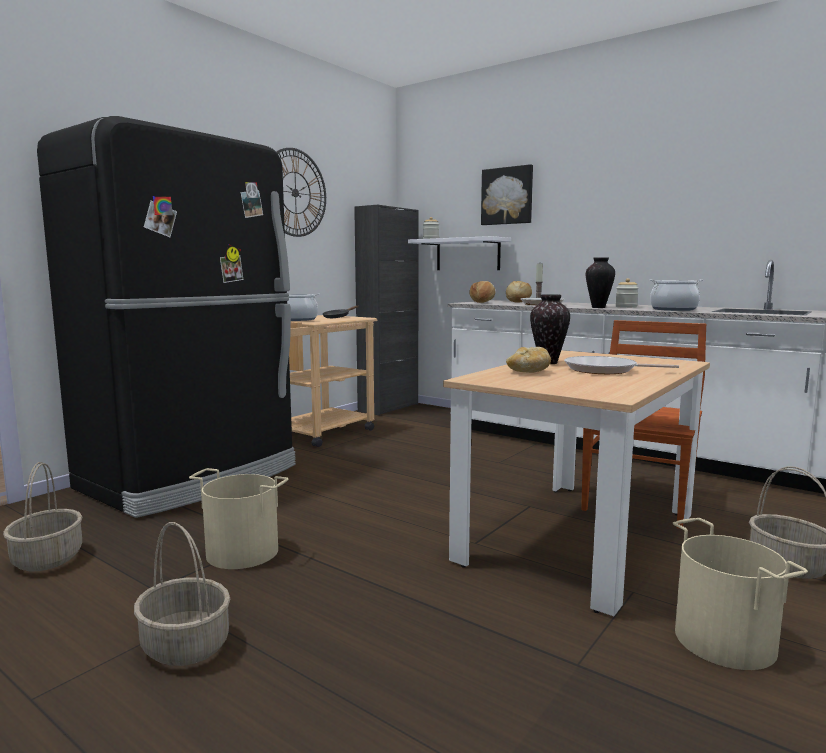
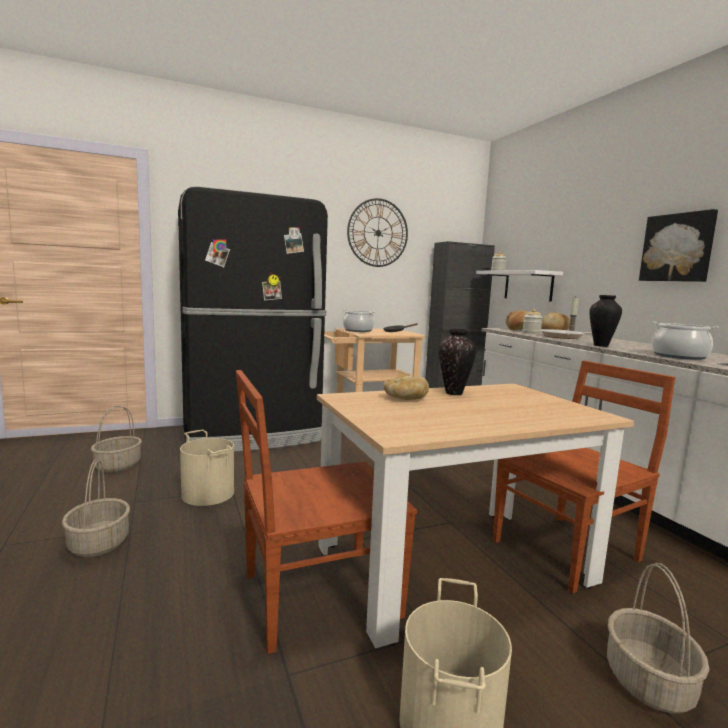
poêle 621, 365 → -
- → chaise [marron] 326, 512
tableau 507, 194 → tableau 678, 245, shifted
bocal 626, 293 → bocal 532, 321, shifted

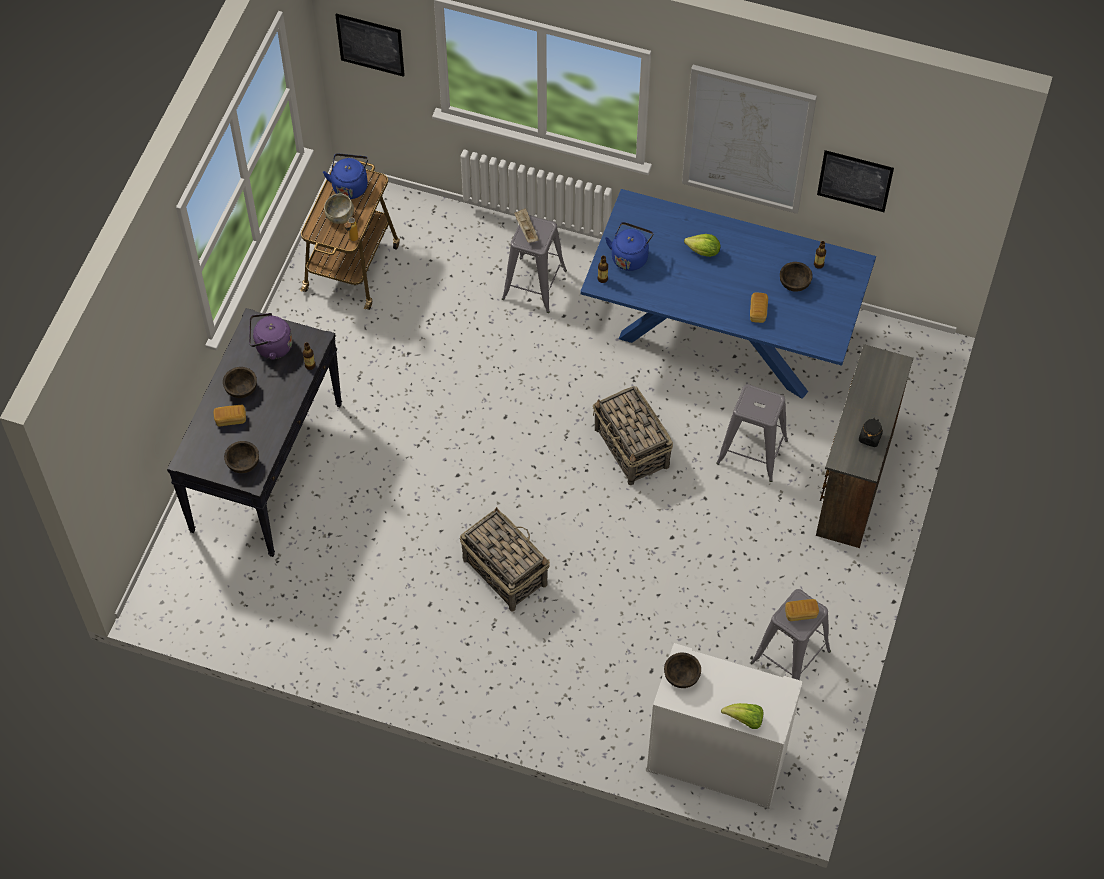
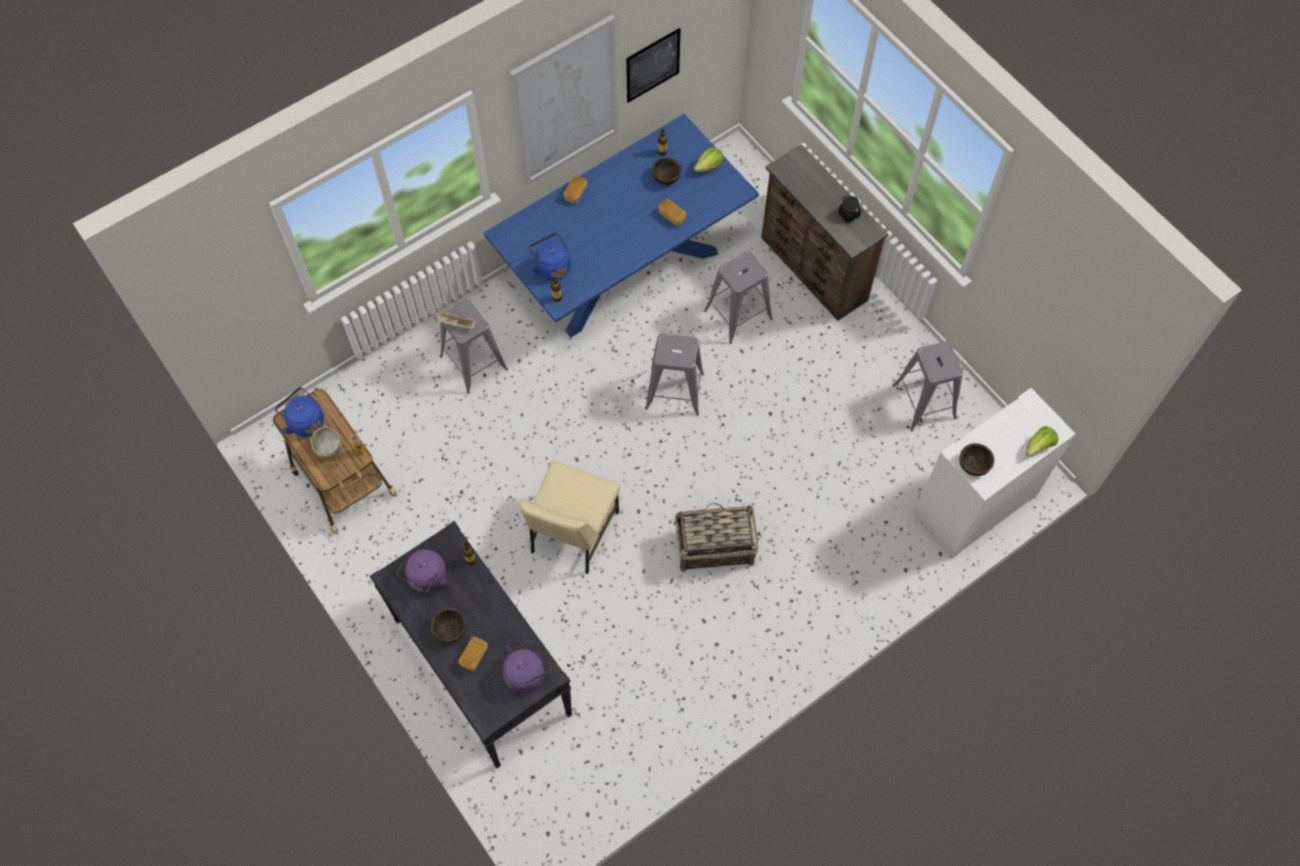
tableau 370, 45 → -
- → chaise [beige] 570, 517
laitue 702, 245 → laitue 708, 159, shifted
pain 802, 610 → pain 575, 189, shifted
bol [marron] 241, 457 → bouilloire [violet] 527, 666
panier 633, 435 → tabouret [gris] 674, 374

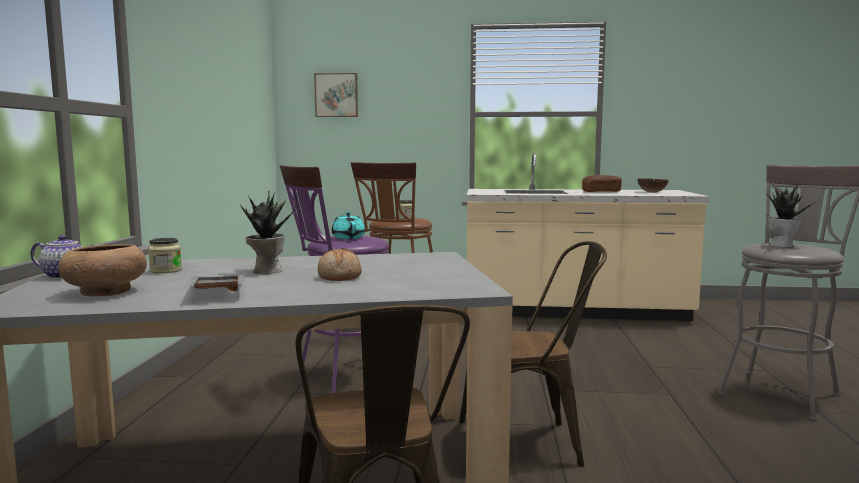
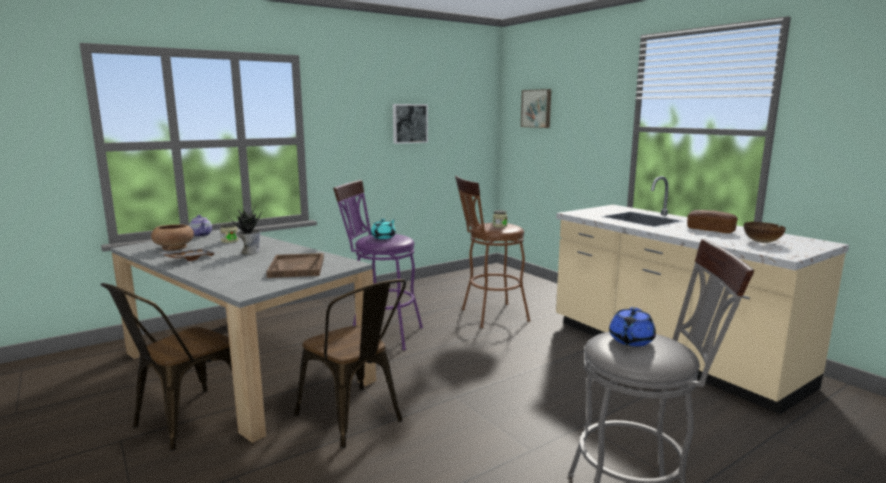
pain 340, 264 → -
- → plateau [marron] 295, 265
- → tableau 410, 124
plante en pot 791, 215 → théière [bleu] 632, 326

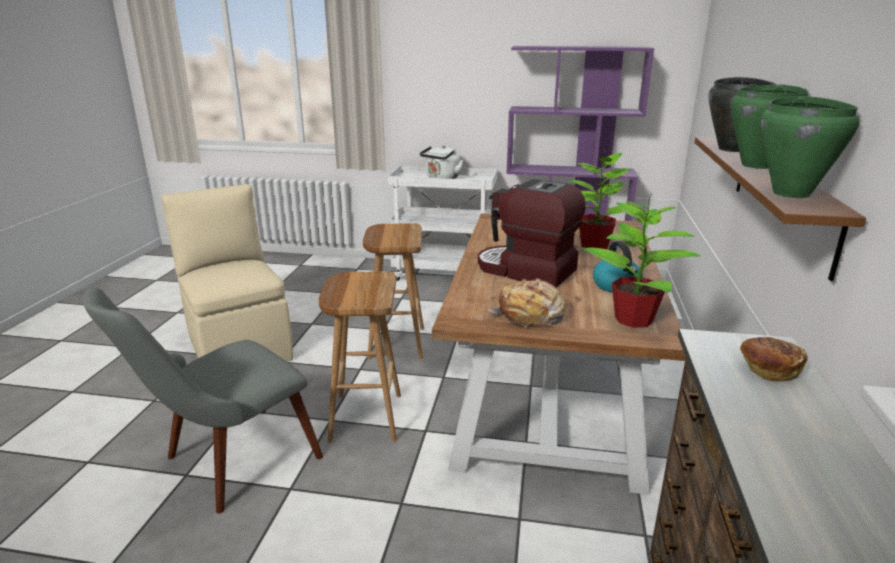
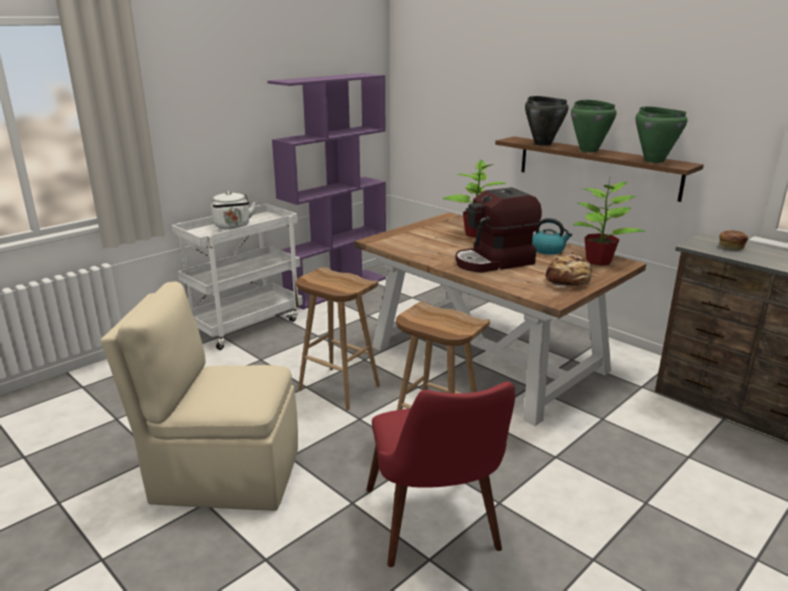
chaise [gris] 202, 400 → chaise [rouge] 441, 474

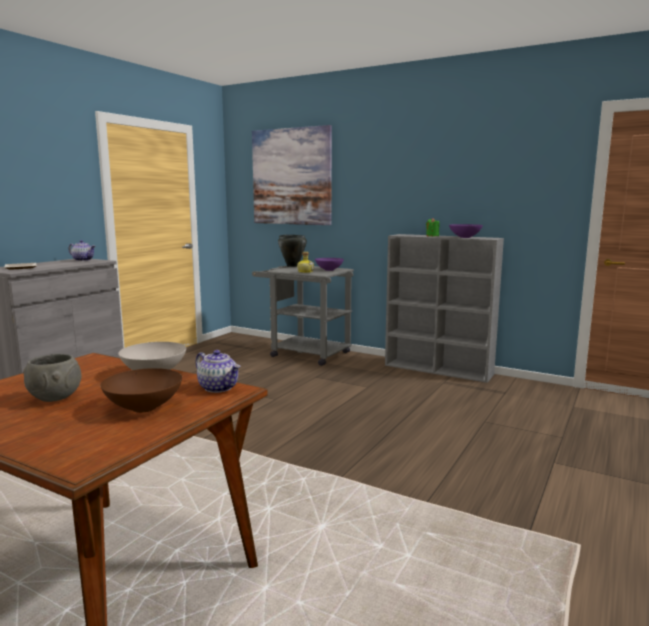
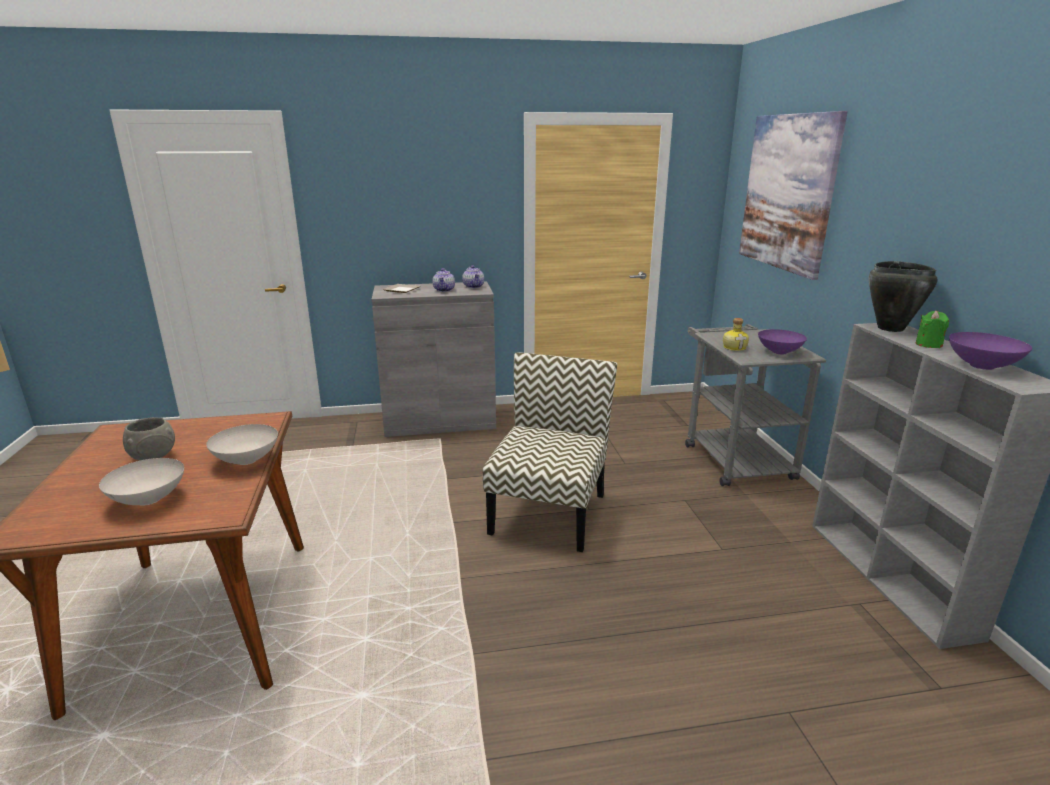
- → chaise 550, 452
théière 218, 371 → théière 444, 280, shifted
marmite [noir] 292, 251 → marmite [noir] 903, 296, shifted
bol [marron] 141, 390 → bol [blanc] 141, 482

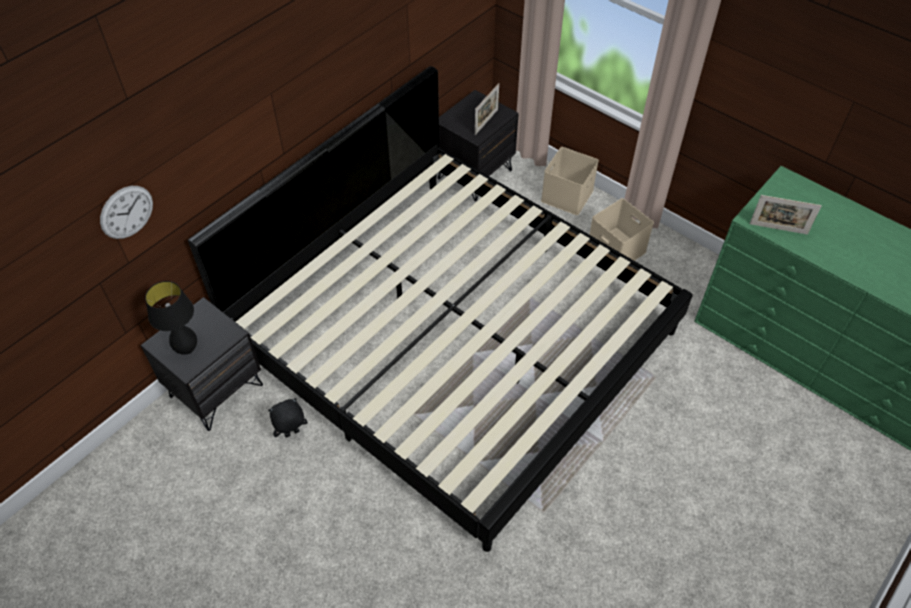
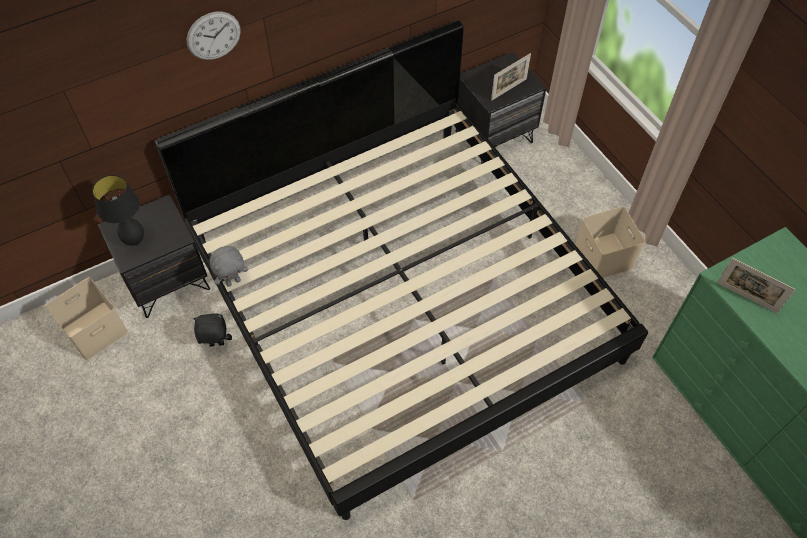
- → peluche [gris] 229, 266
horloge murale 126, 212 → horloge murale 213, 36, shifted
boîte de rangement [beige] 570, 181 → boîte de rangement [beige] 86, 319, shifted

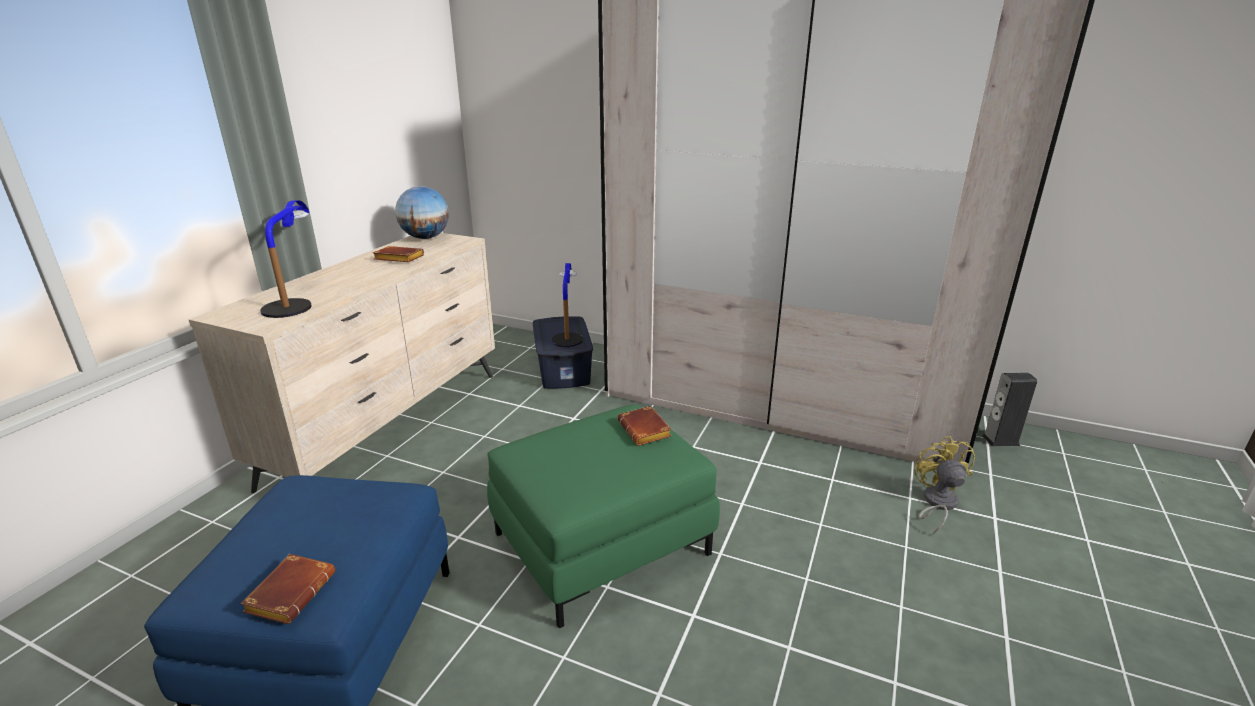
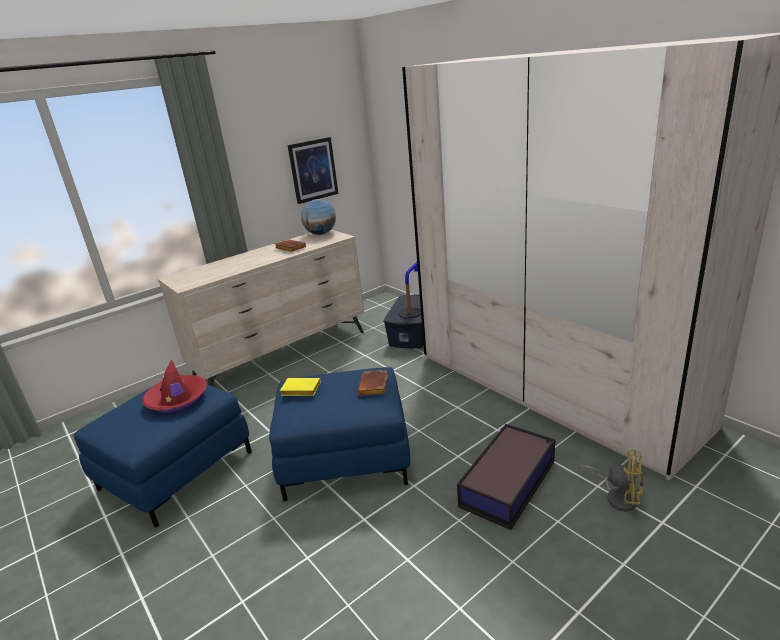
livre [marron] 287, 589 → -
lampe de table 286, 259 → -
enceinte 1009, 410 → -
- → chapeau [rouge] 174, 386
- → livre [jaune] 300, 387
- → tableau 313, 170
- → boîte de rangement 506, 477
pouf [vert] 603, 516 → pouf [bleu] 339, 434
ventilateur [jaune] 944, 485 → ventilateur [jaune] 611, 481, 90 degrees clockwise

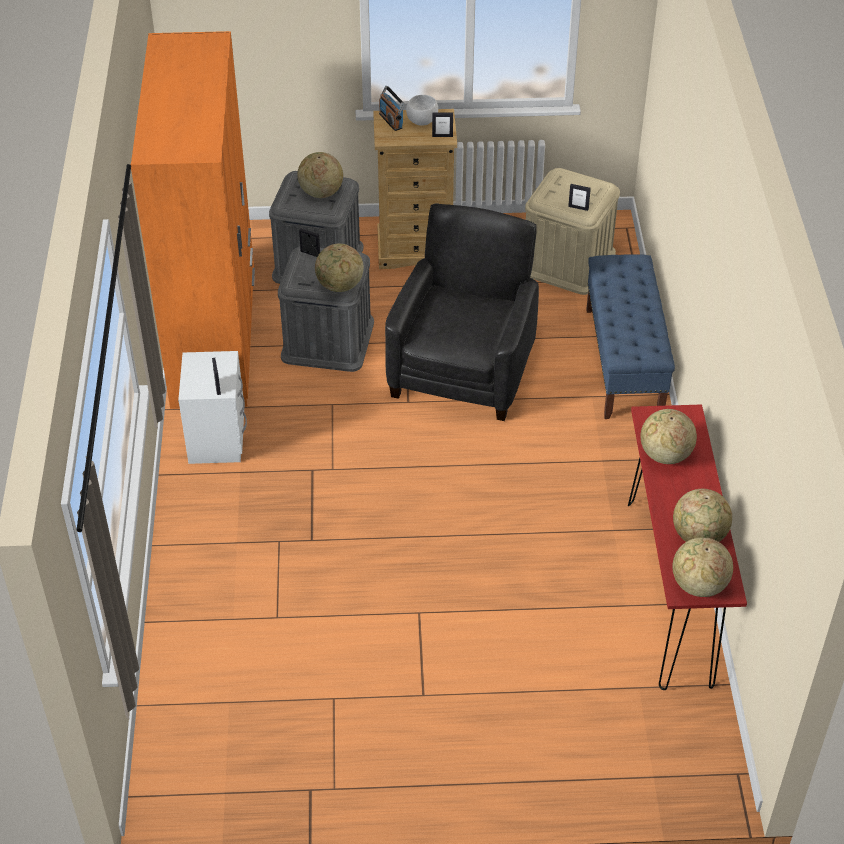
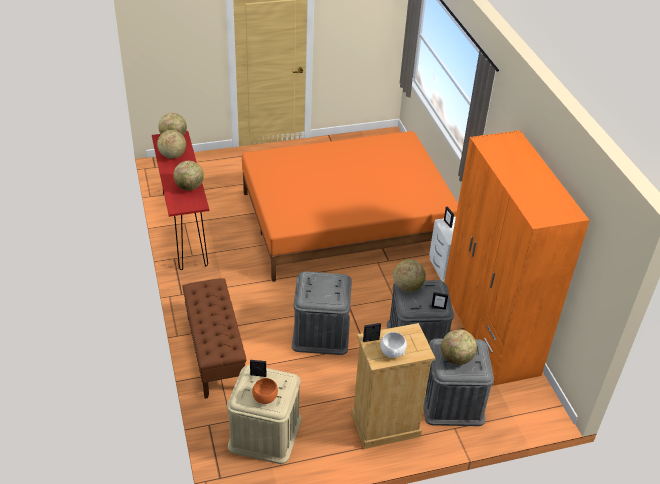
radio 392, 108 → -
- → lit [orange] 350, 206
- → bol [orange] 265, 391
fauteuil [noir] 462, 312 → boîte de rangement [gris] 322, 313
banc [bleu] 630, 336 → banc [marron] 214, 338

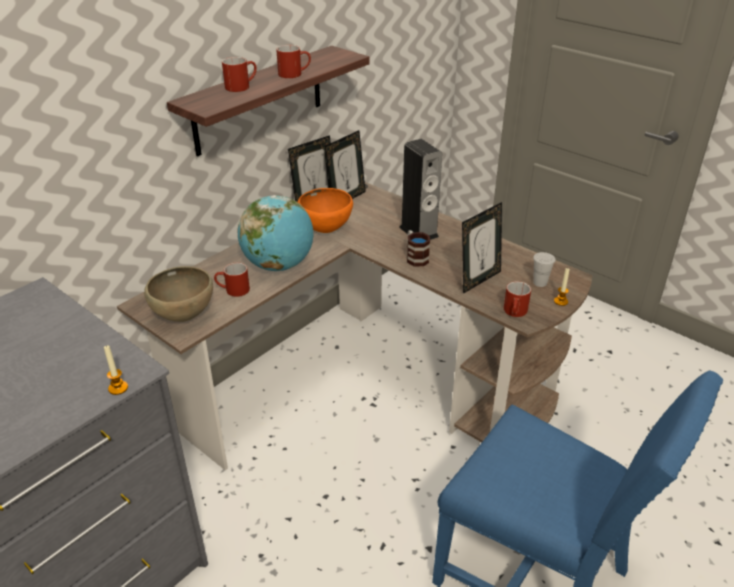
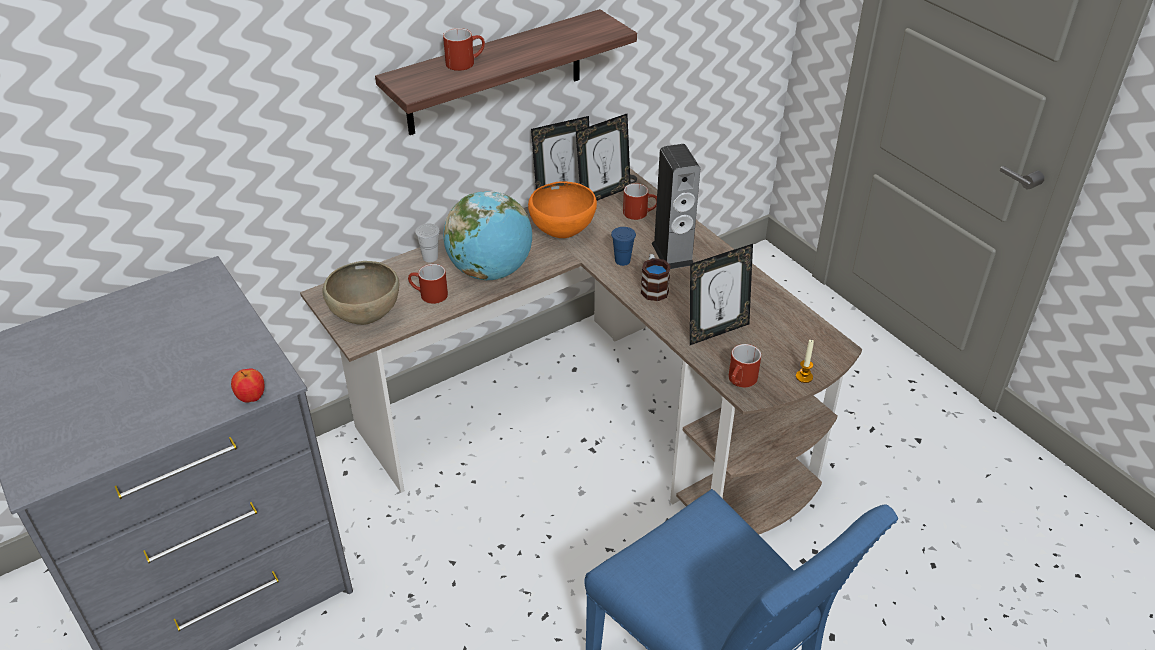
- → tasse [bleu] 623, 246
mug [rouge] 293, 61 → mug [rouge] 640, 201, shifted
tasse [blanc] 544, 269 → tasse [blanc] 427, 243, shifted
bougie 116, 370 → pomme 247, 385

